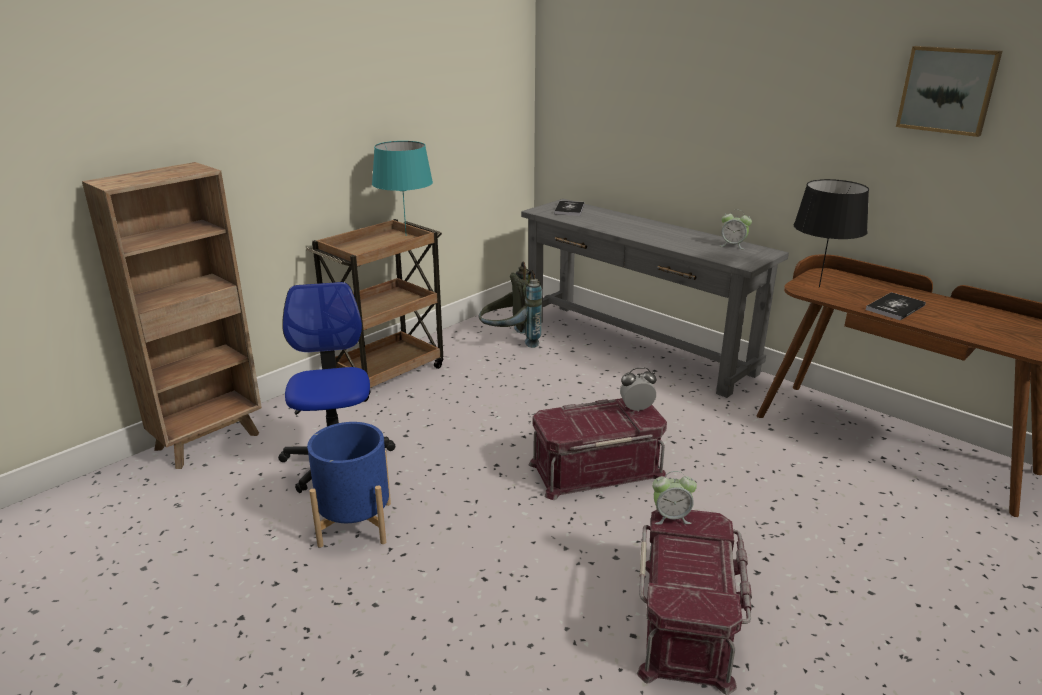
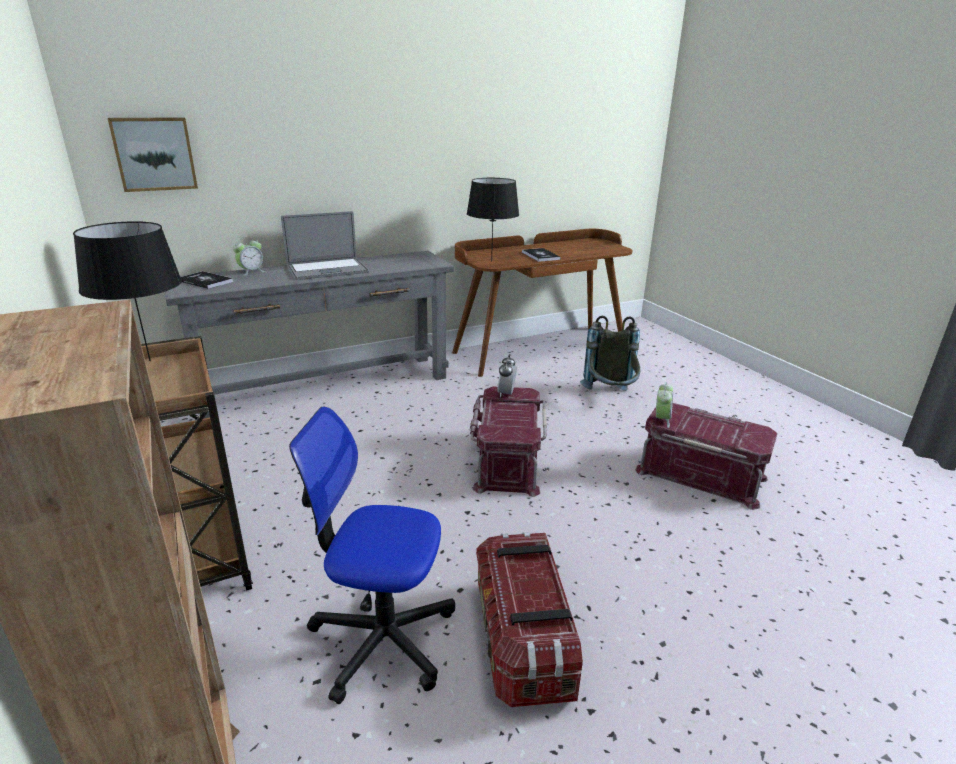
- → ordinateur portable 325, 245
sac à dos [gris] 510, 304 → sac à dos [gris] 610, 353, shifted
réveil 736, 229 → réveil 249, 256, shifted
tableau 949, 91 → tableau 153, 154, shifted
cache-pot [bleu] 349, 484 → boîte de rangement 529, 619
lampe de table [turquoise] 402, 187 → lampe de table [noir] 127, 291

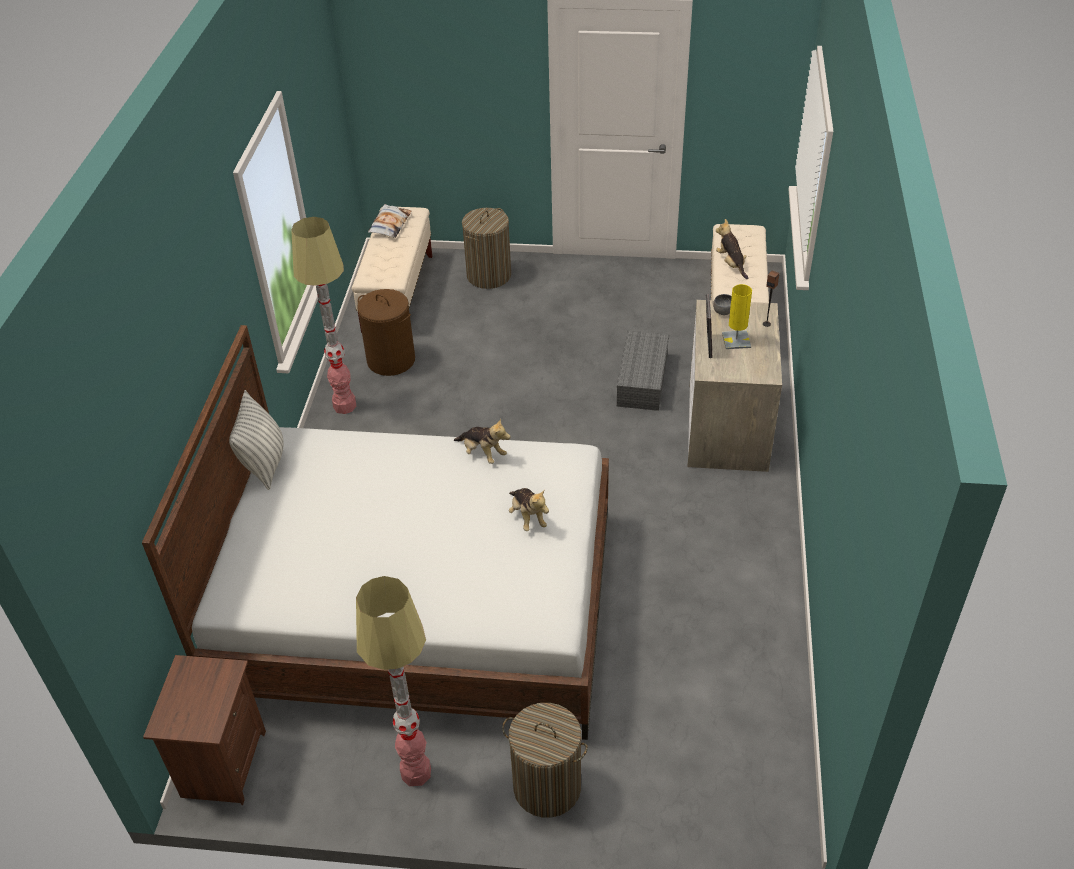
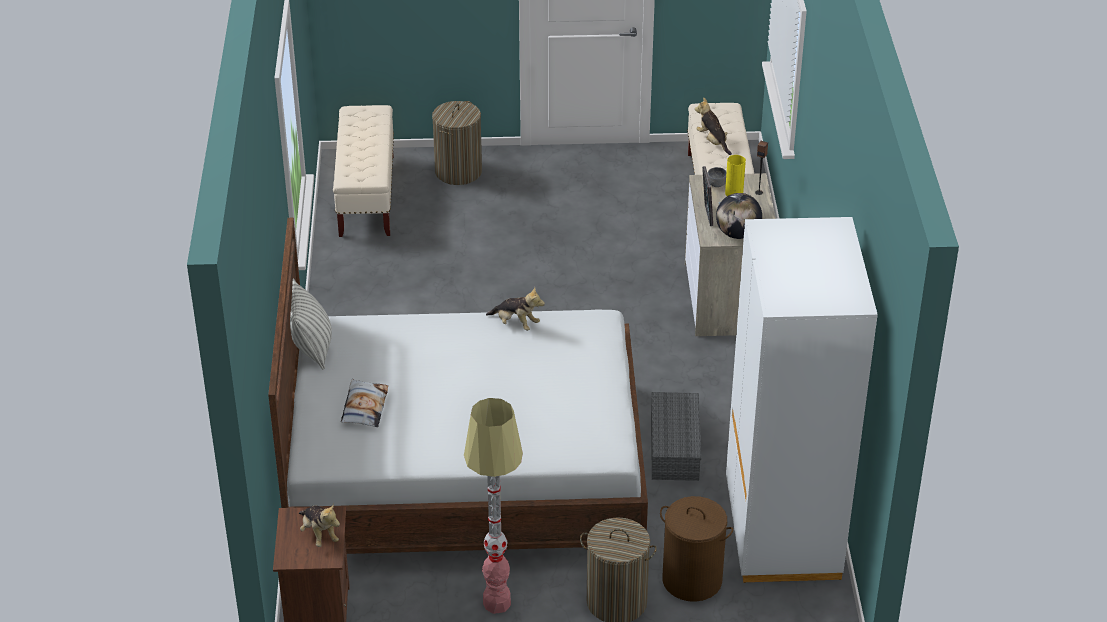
lampadaire 323, 315 → -
- → globe 739, 216
- → armoire [blanc] 802, 400
panier à linge [marron] 386, 332 → panier à linge [marron] 696, 549, shifted
coussin 389, 221 → coussin 364, 403, shifted
peluche 529, 509 → peluche 319, 525, shifted
boîte de rangement [gris] 643, 370 → boîte de rangement [gris] 676, 436, shifted

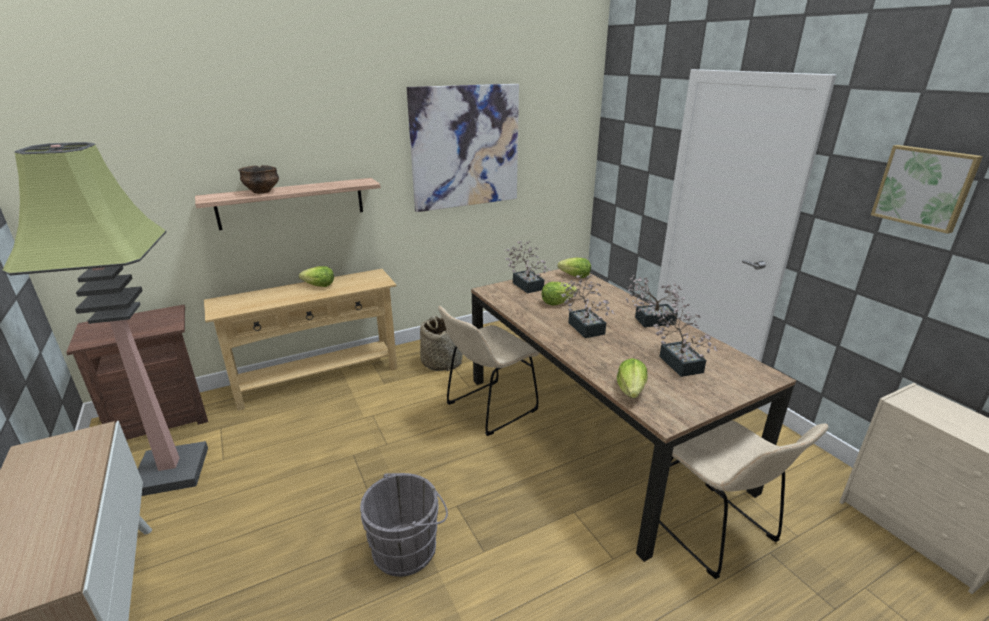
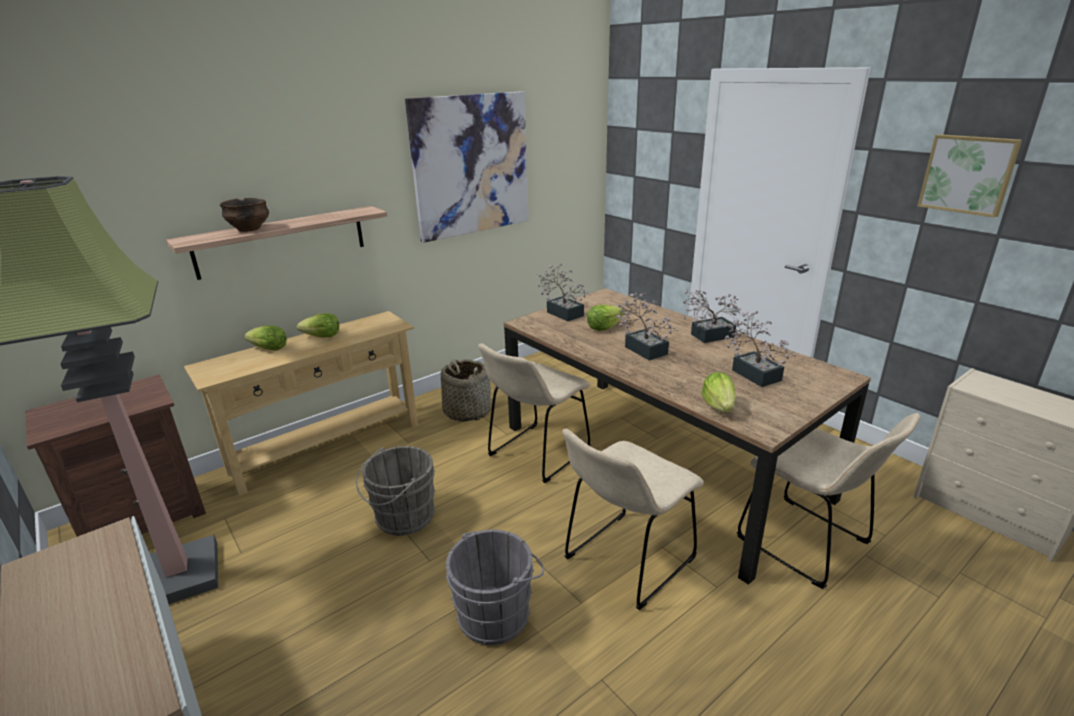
- → seau [gris] 395, 491
- → chaise [beige] 633, 519
laitue 574, 267 → laitue 265, 338, shifted

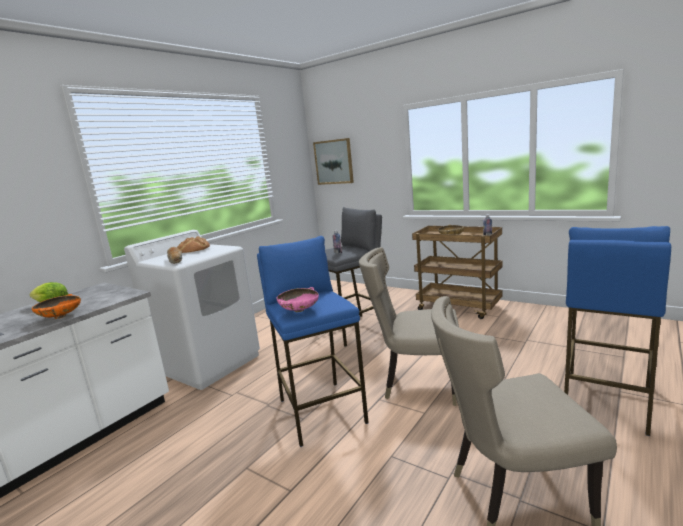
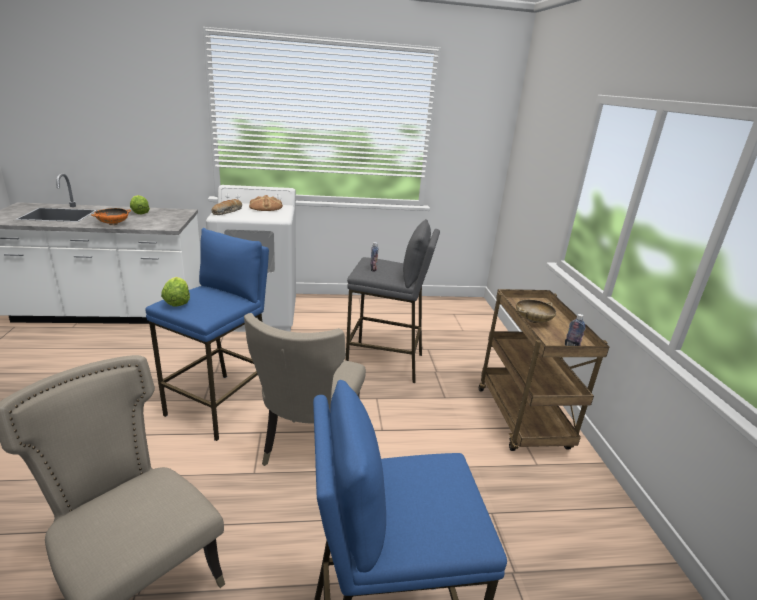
tableau 333, 161 → -
bol [rose] 297, 299 → laitue 175, 292
chaise [beige] 409, 326 → chaise [beige] 305, 389, 135 degrees counterclockwise

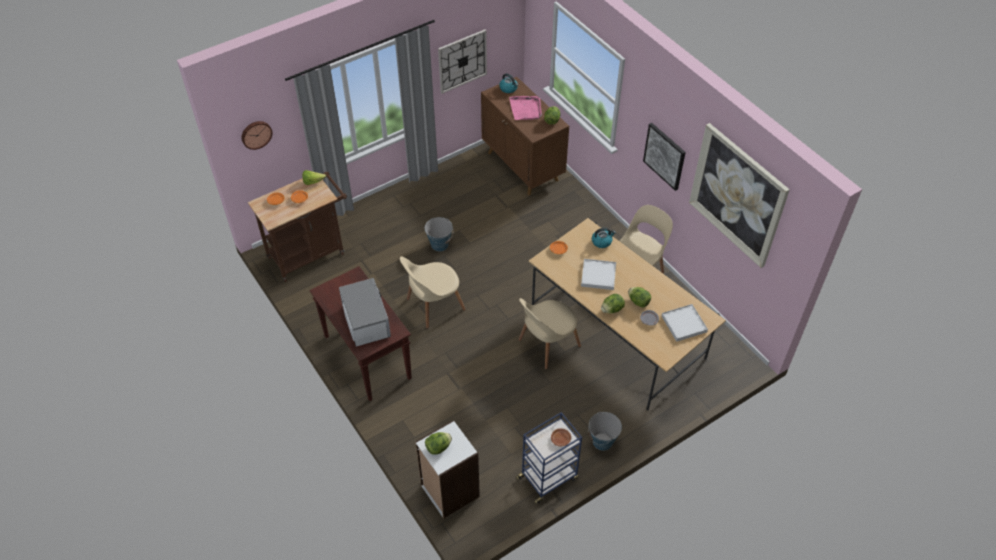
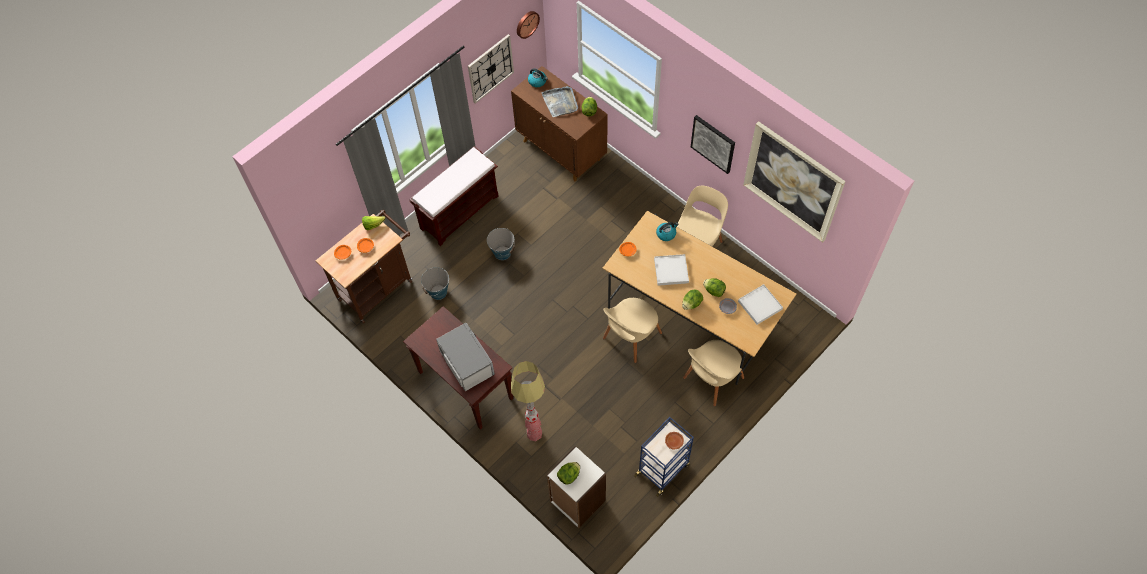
- → banc [marron] 453, 196
- → lampadaire 528, 401
horloge murale 256, 135 → horloge murale 528, 25, shifted
chaise [beige] 433, 292 → chaise [beige] 713, 373, shifted
seau 605, 431 → seau 435, 283, shifted
plateau [rose] 525, 108 → plateau [gris] 559, 101

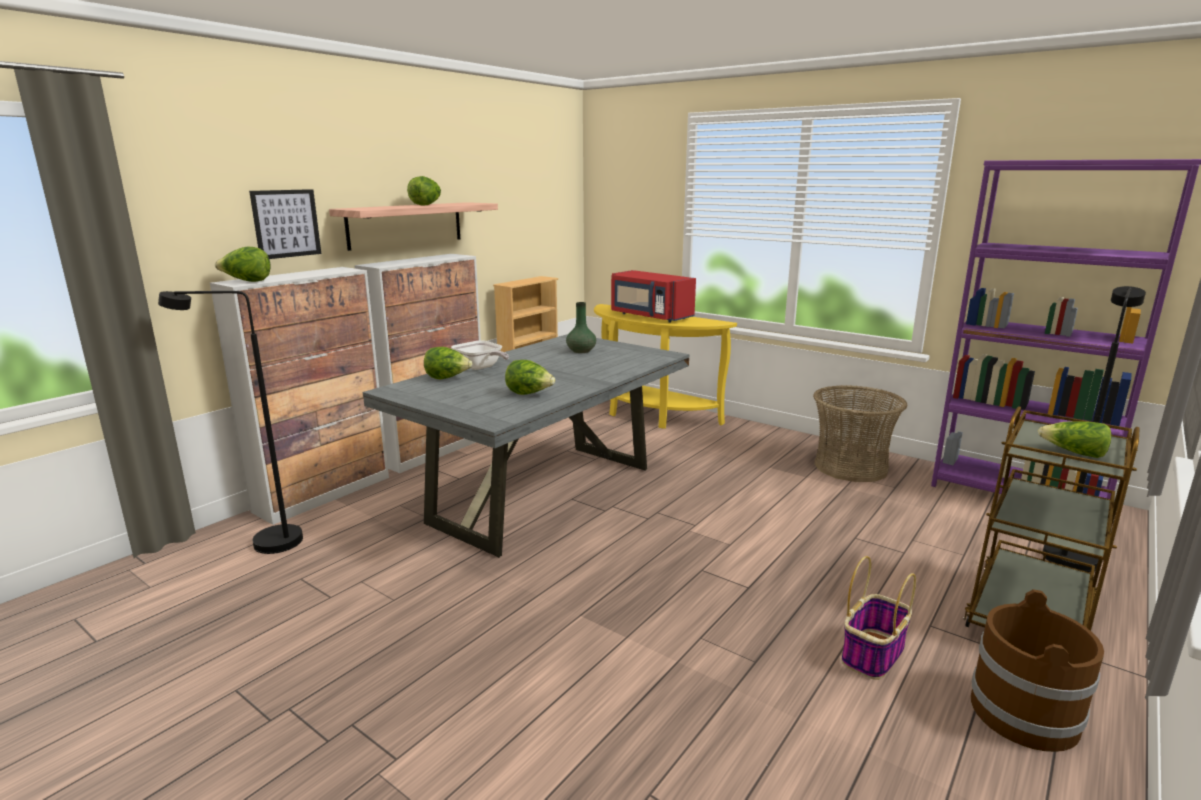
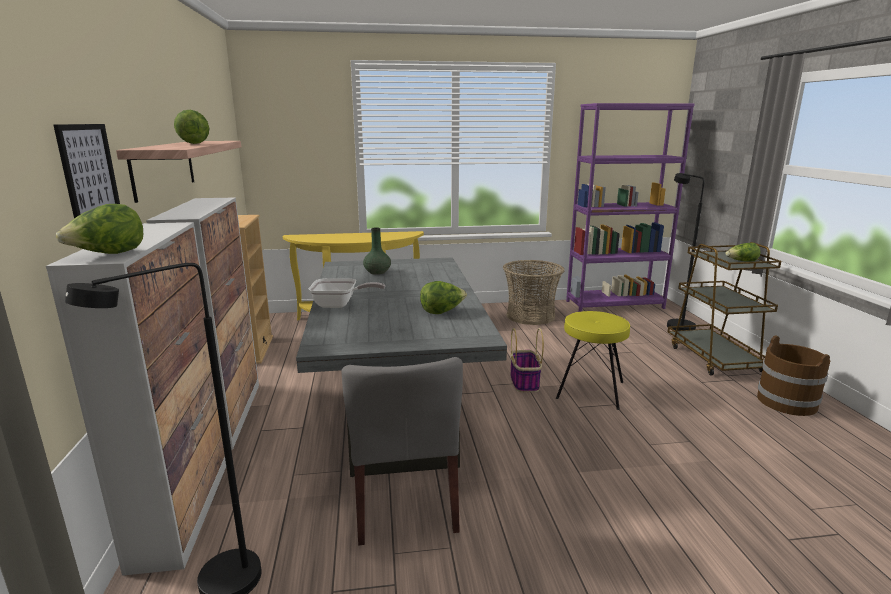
laitue 448, 363 → -
micro-ondes [rouge] 653, 296 → -
- → chaise [gris] 402, 451
- → tabouret [jaune] 593, 360
panier 878, 618 → panier 527, 360, shifted

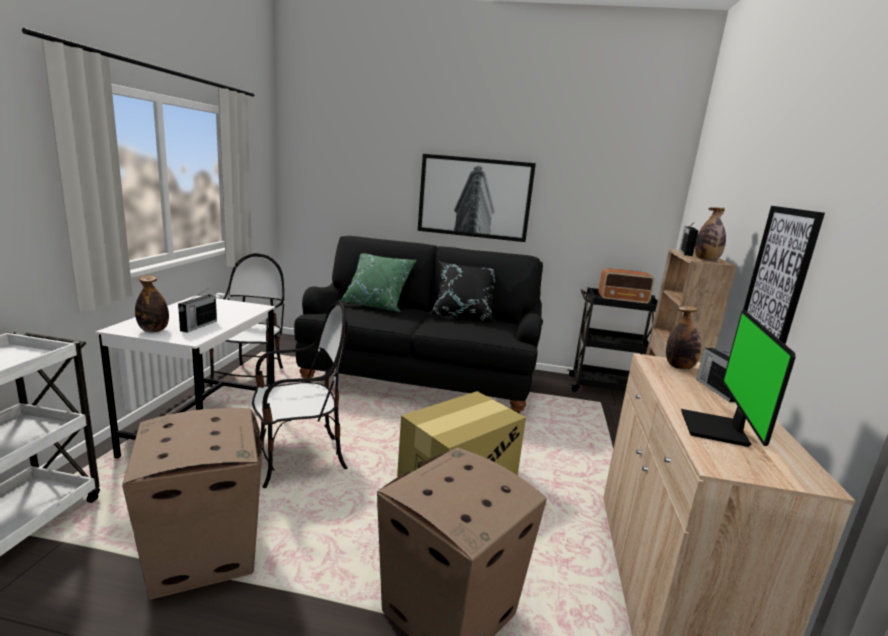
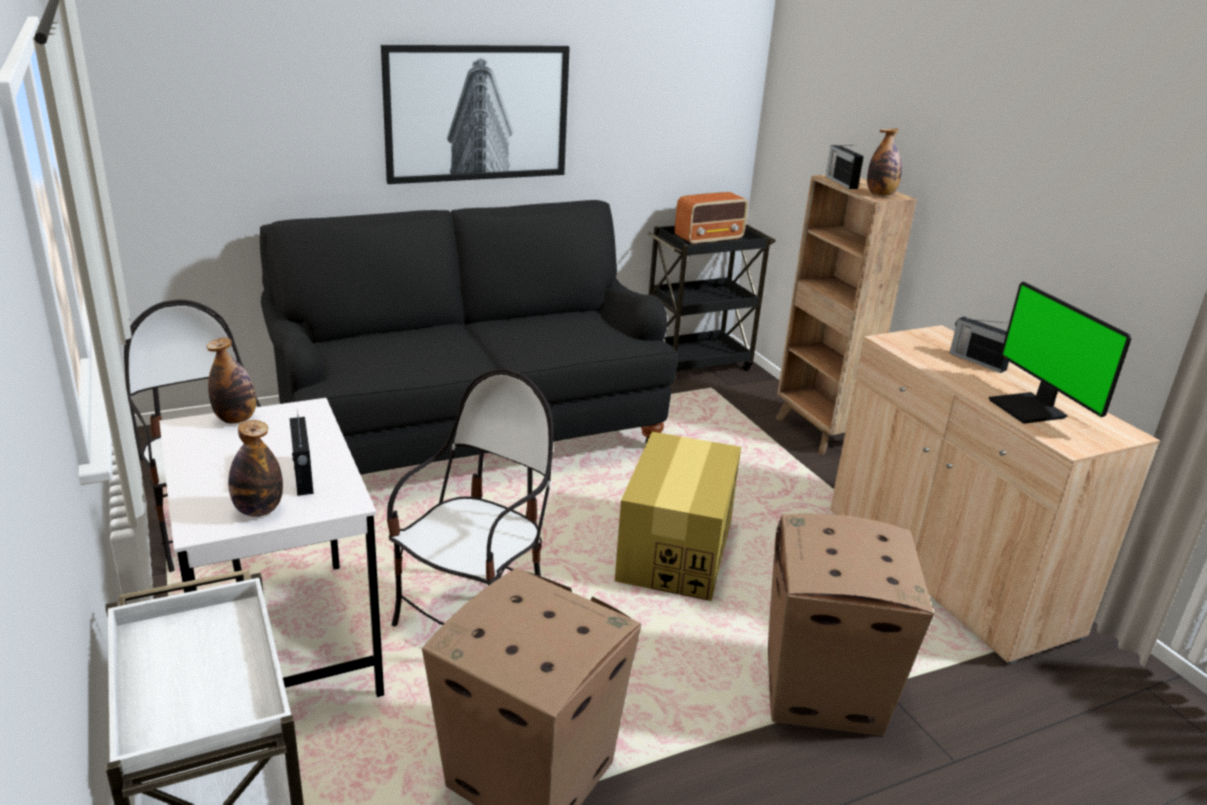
coussin [vert] 377, 282 → -
coussin [noir] 462, 291 → -
tableau 784, 275 → -
bouteille 683, 337 → bouteille 231, 381, shifted

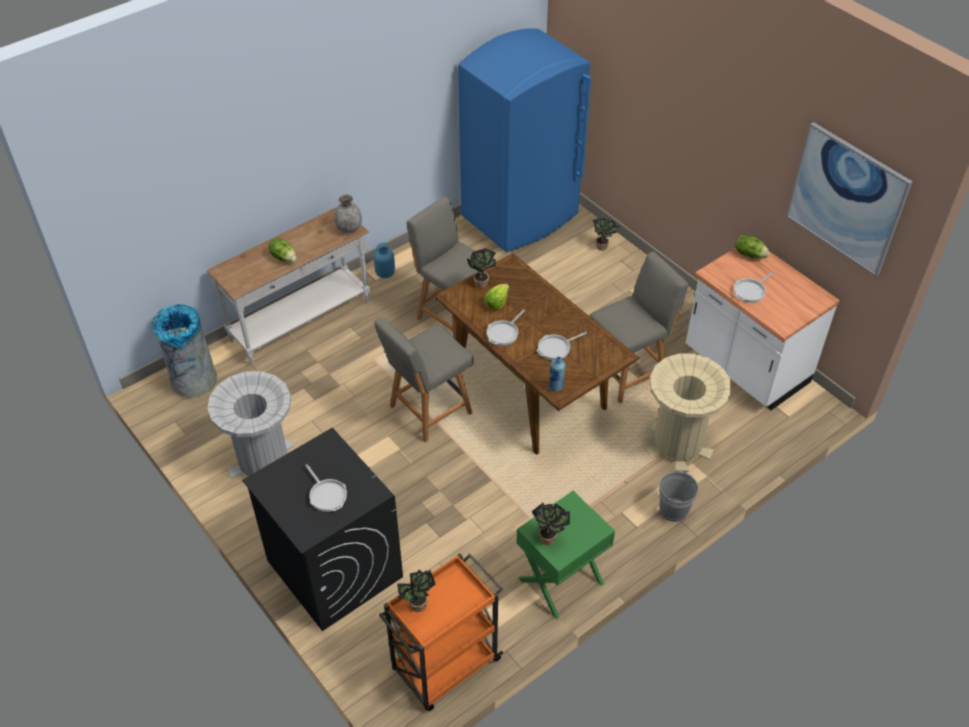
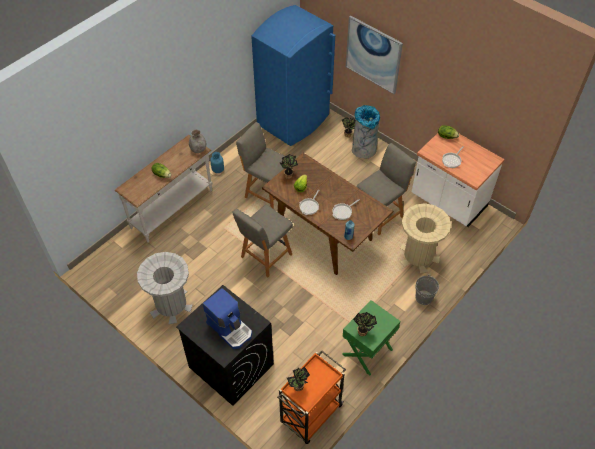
poubelle [gris] 184, 351 → poubelle [gris] 366, 131, shifted
tableau 849, 199 → tableau 374, 55, shifted
poêle 326, 488 → machine à café 227, 318

